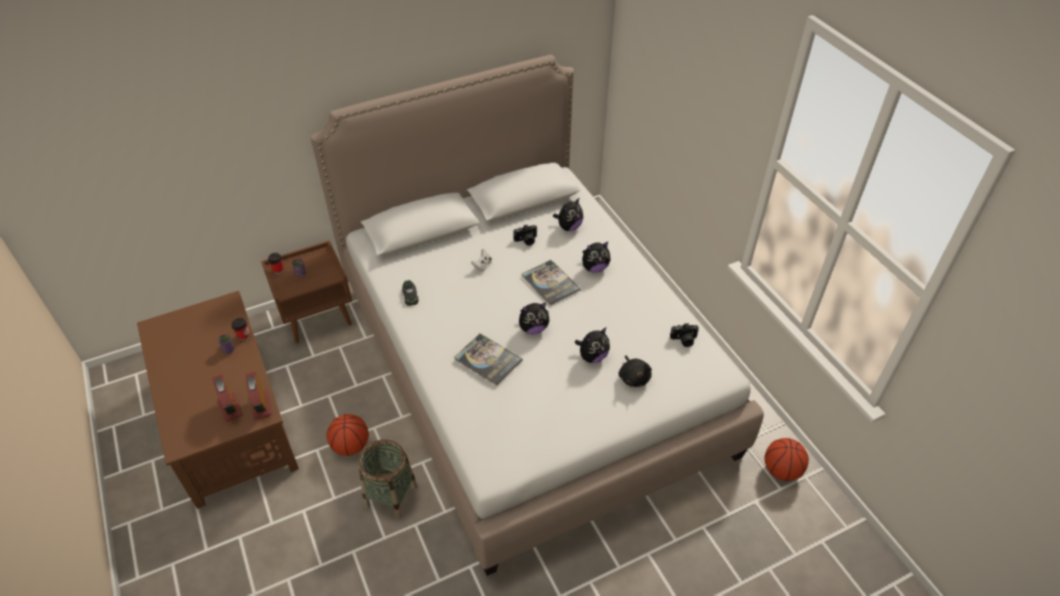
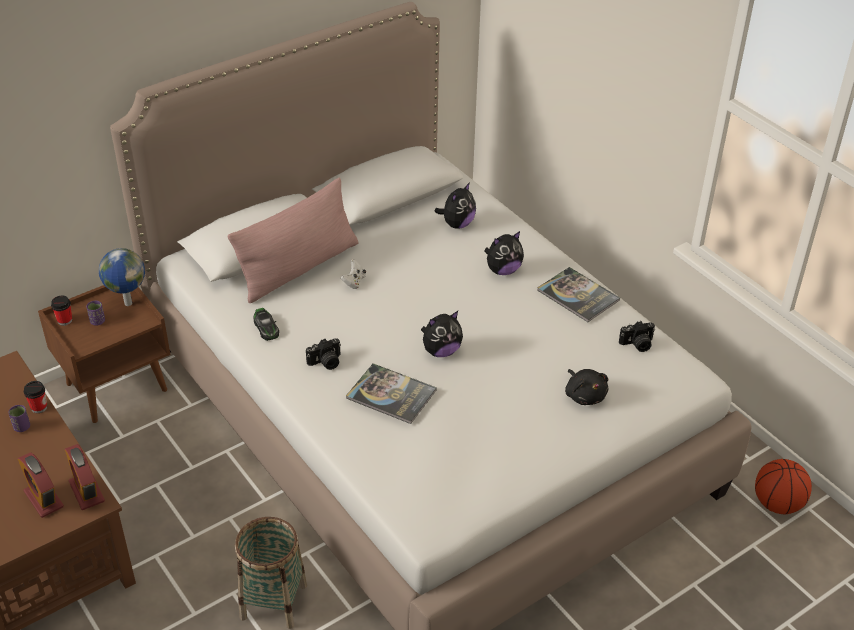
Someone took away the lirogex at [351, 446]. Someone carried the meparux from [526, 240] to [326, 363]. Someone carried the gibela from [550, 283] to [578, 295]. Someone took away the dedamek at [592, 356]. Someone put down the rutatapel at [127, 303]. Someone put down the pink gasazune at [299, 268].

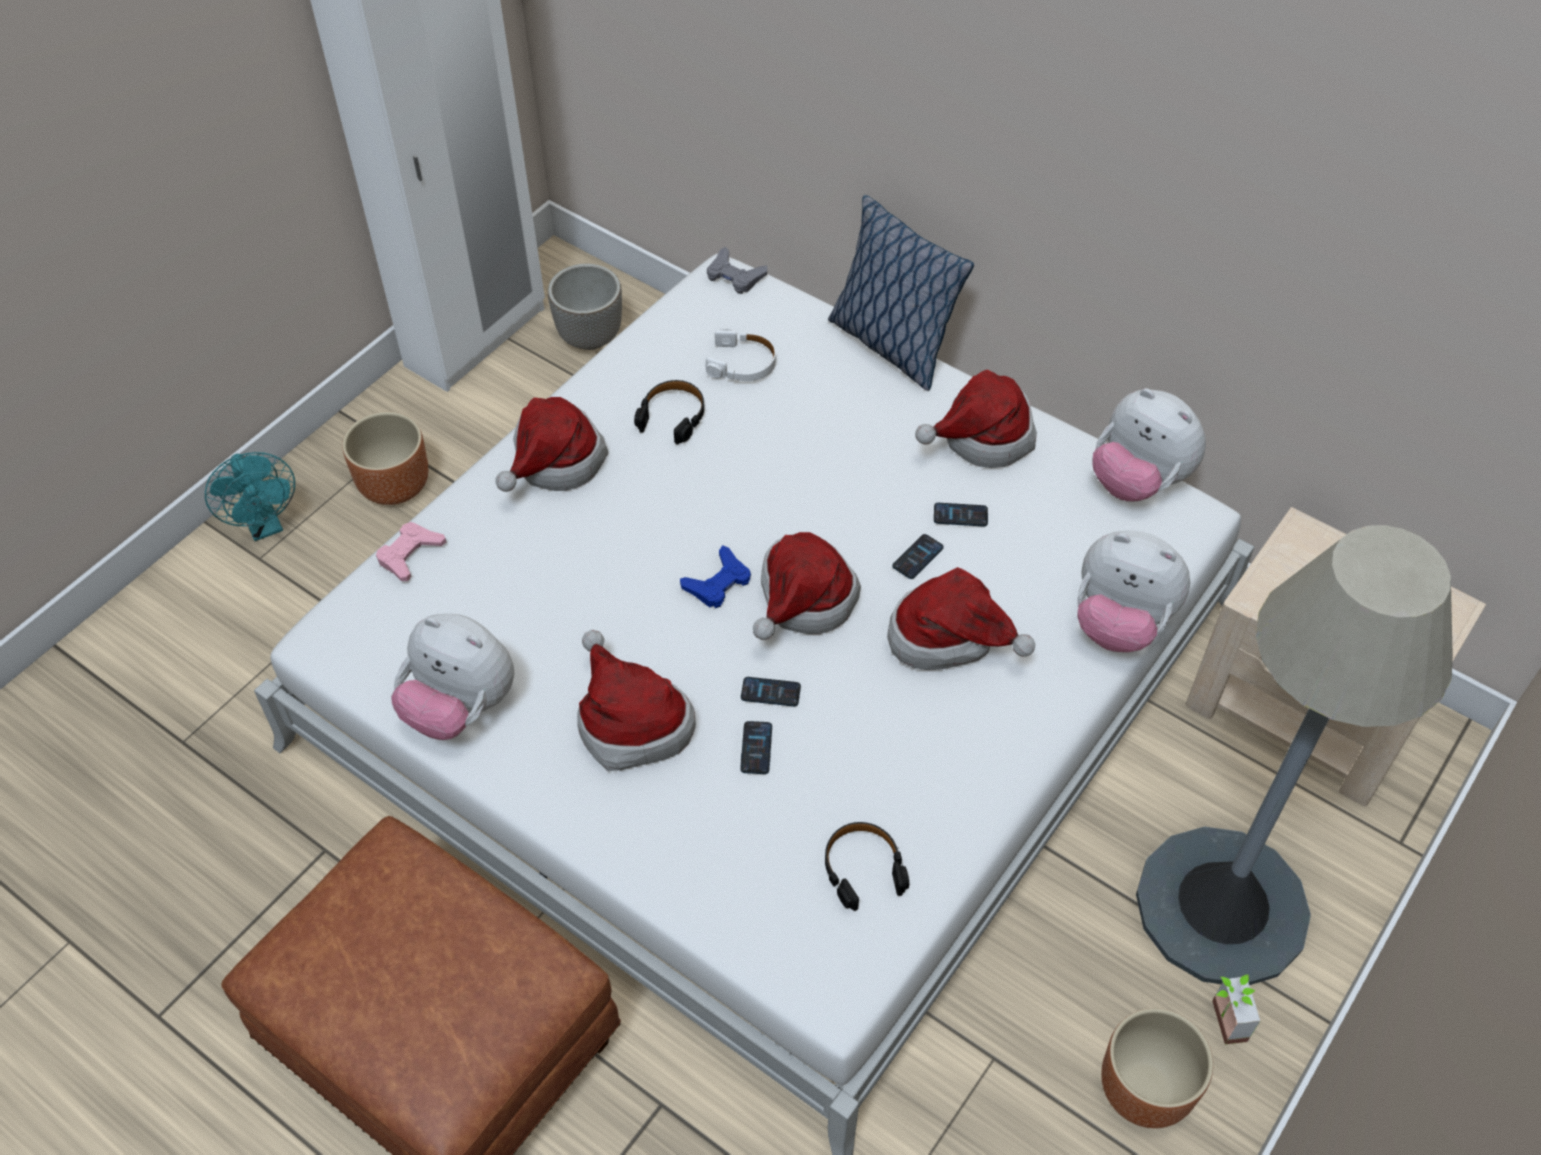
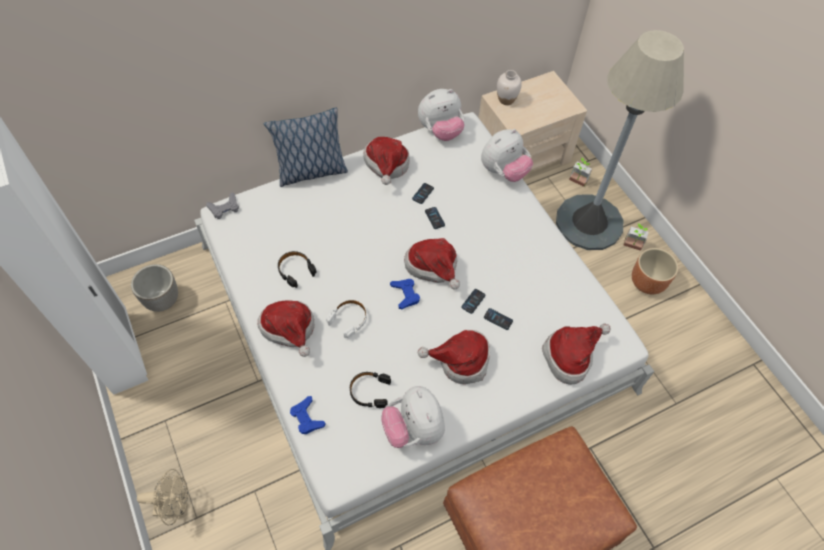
Someone repainted the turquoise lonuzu at [265, 525], which became the beige lonuzu at [175, 506]. Someone took away the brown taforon at [395, 485]. Someone repainted the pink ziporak at [410, 554], which became the blue ziporak at [307, 417]. Someone rotated the dedamek at [460, 707] by 105 degrees clockwise. Someone carried the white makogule from [742, 363] to [349, 319]. Someone carried the black makogule from [863, 868] to [369, 391]. Someone carried the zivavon from [949, 638] to [570, 356]. Someone put down the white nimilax at [506, 100]. Someone put down the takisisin at [576, 182].

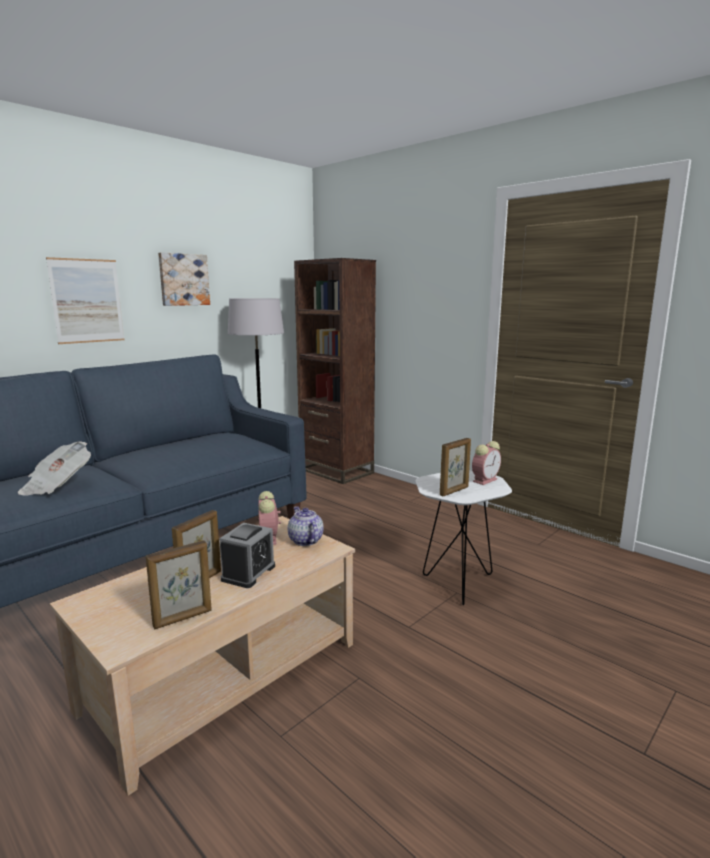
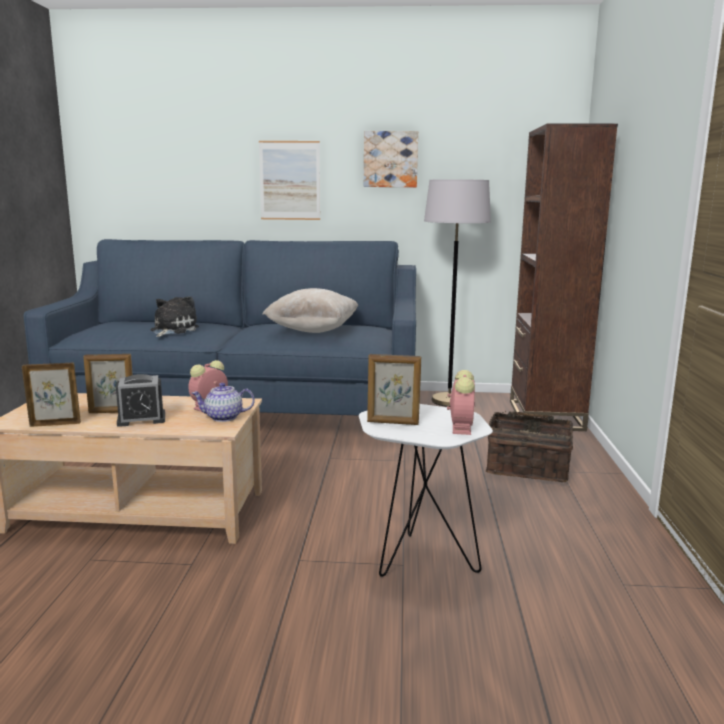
Someone swapped the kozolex at [57, 486] for the dedamek at [172, 330]. Someone rotated the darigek at [183, 618] by 150 degrees clockwise. Someone rotated the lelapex at [305, 540] by 120 degrees counterclockwise. Someone rotated the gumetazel at [485, 480] by 90 degrees counterclockwise. Someone put down the beige gasazune at [313, 330]. Someone put down the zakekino at [527, 468].

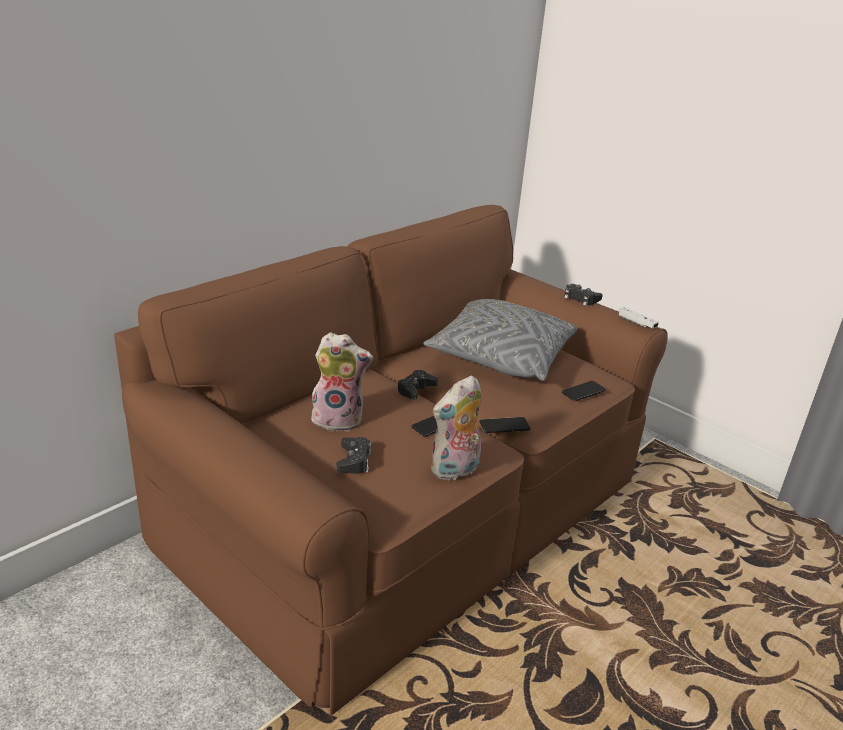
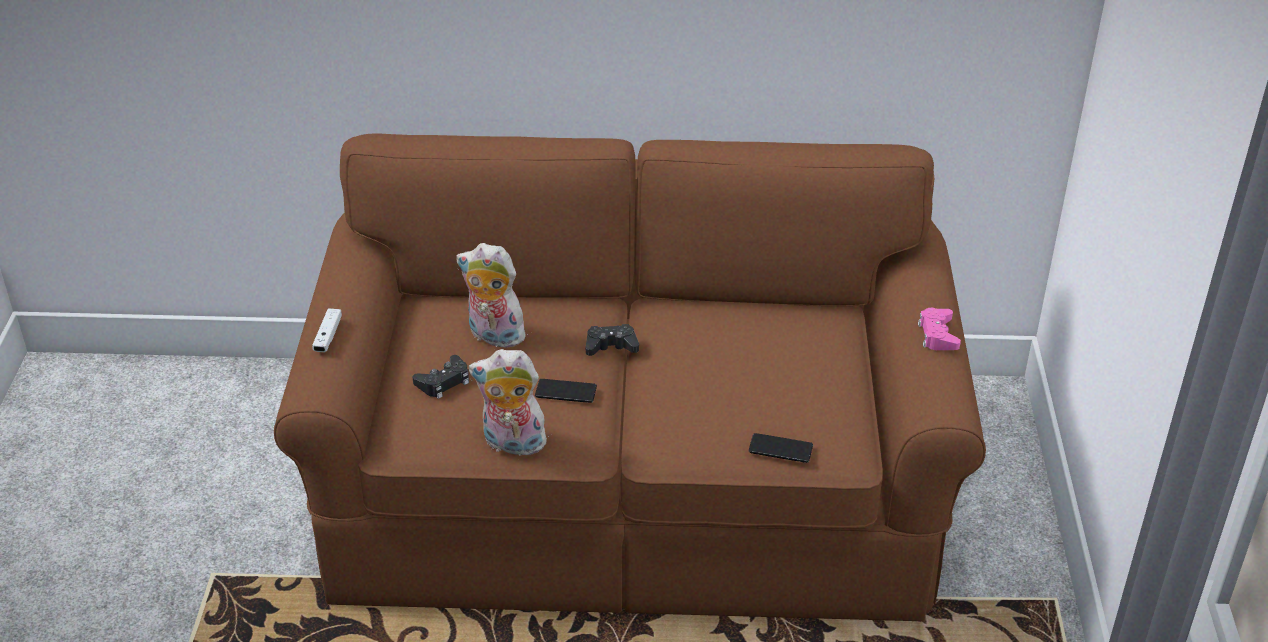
Someone rotated the dedamek at [339, 419] by 150 degrees clockwise. Someone took away the grey gasazune at [500, 357]. Someone took away the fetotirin at [504, 426]. Someone repainted the black ziporak at [580, 298], which became the pink ziporak at [937, 335]. Someone carried the white ziporak from [637, 323] to [328, 336].

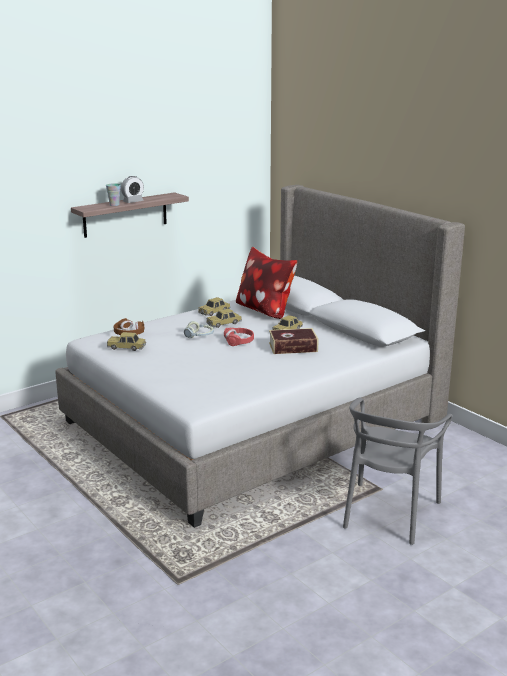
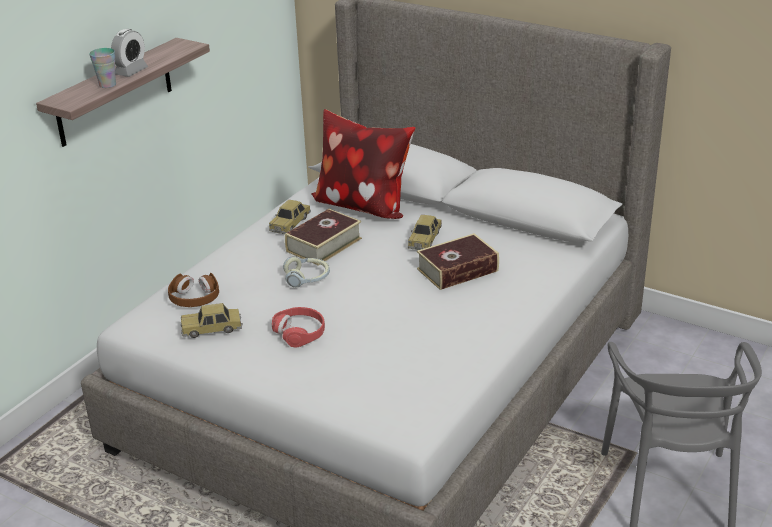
Someone swapped the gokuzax at [224, 323] for the gibela at [324, 245]. Someone carried the red makogule from [239, 341] to [300, 332].

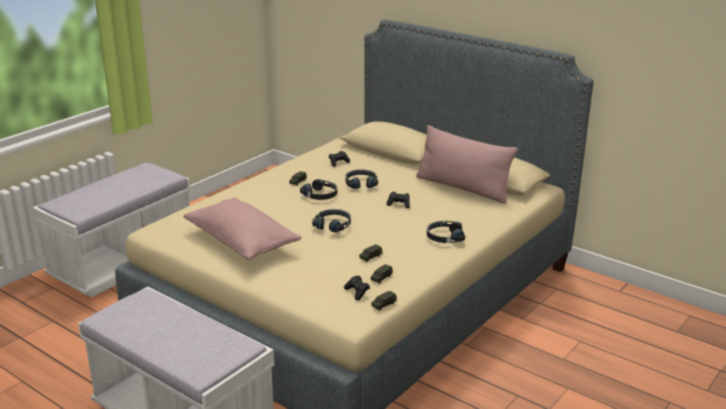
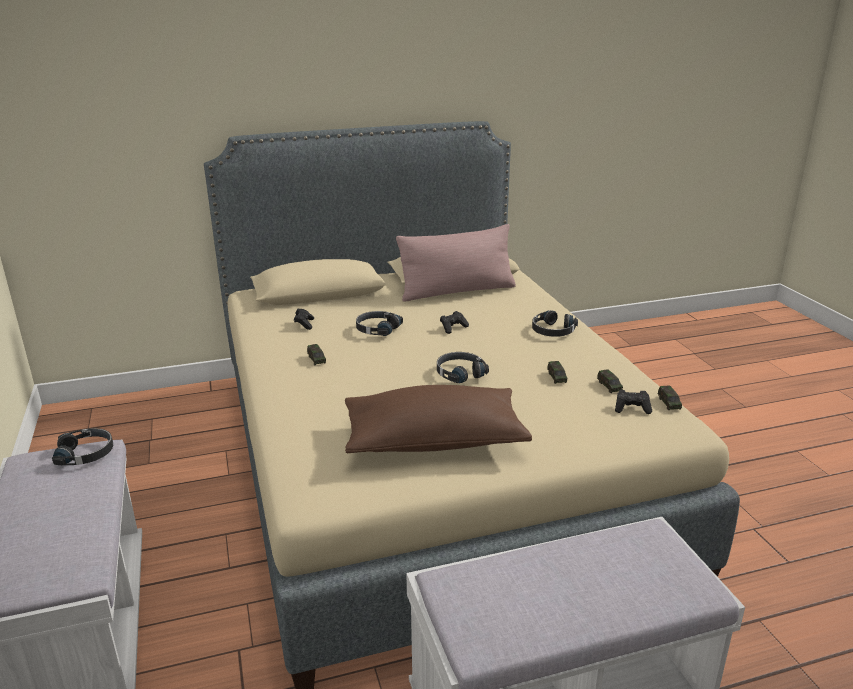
Someone repainted the pink gasazune at [242, 242], which became the brown gasazune at [434, 441]. Someone carried the black makogule from [320, 195] to [86, 453].

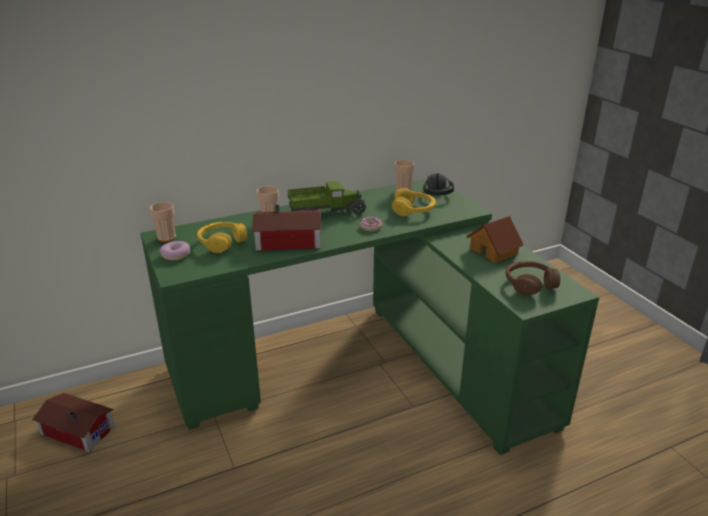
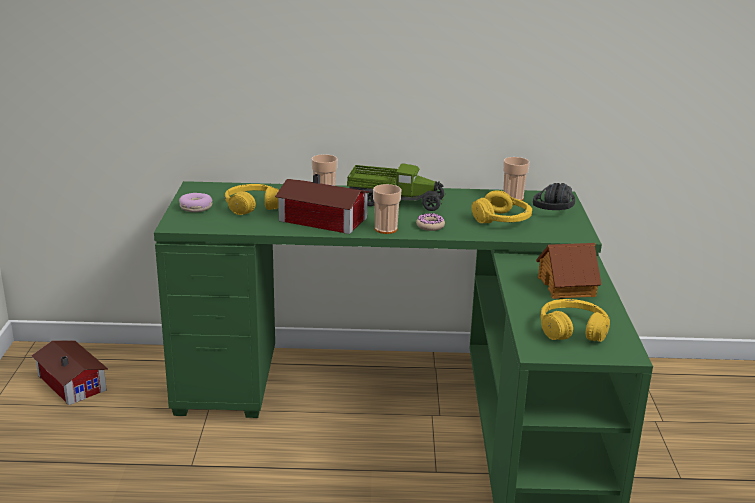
Someone carried the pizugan from [166, 237] to [386, 229]. Someone repainted the brown makogule at [529, 284], which became the yellow makogule at [572, 330].

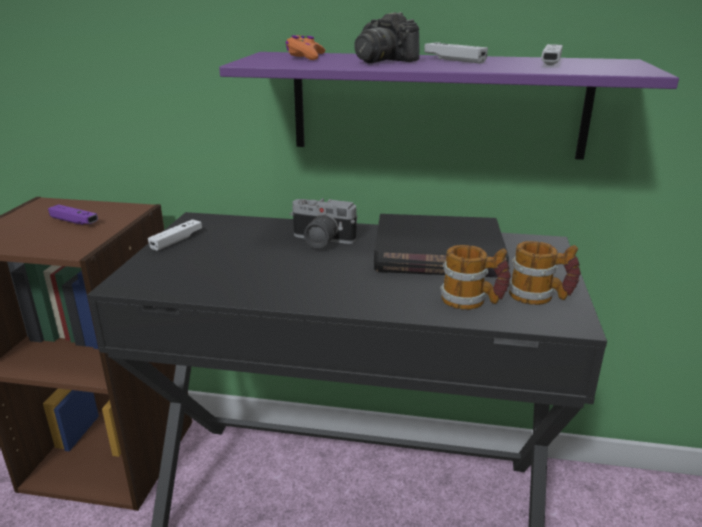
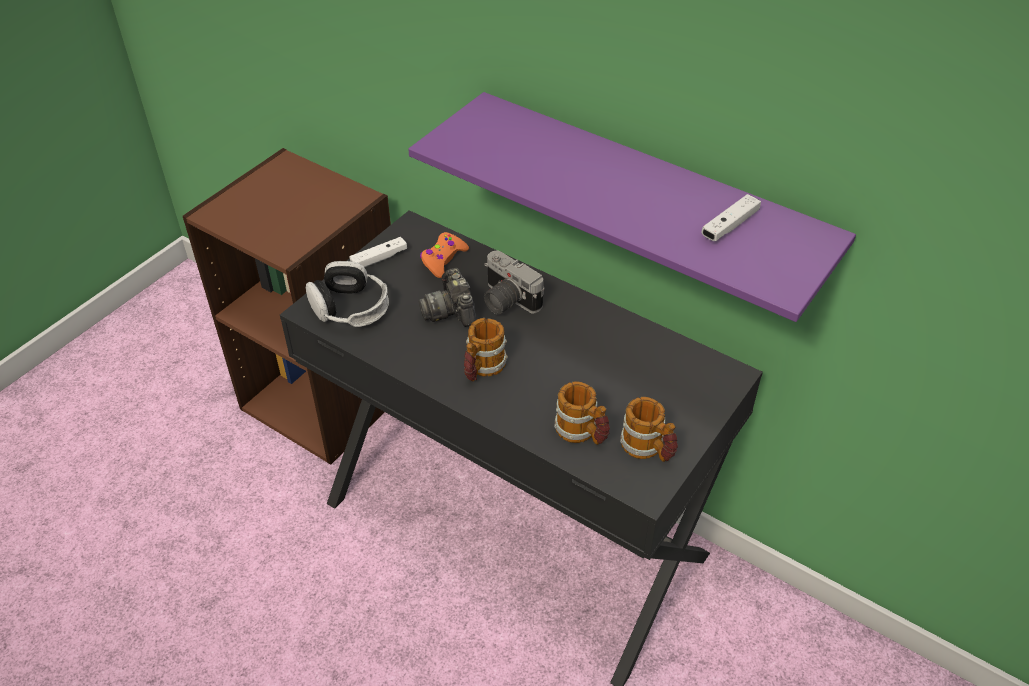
Someone took away the purple ziporak at [74, 221]. Someone carried the orange ziporak from [305, 56] to [443, 259]. Someone carried the meparux from [383, 60] to [450, 311]. Someone took away the black gibela at [437, 253]. Someone took away the white ziporak at [454, 60]. Someone put down the makogule at [350, 308]. Someone put down the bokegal at [482, 368].

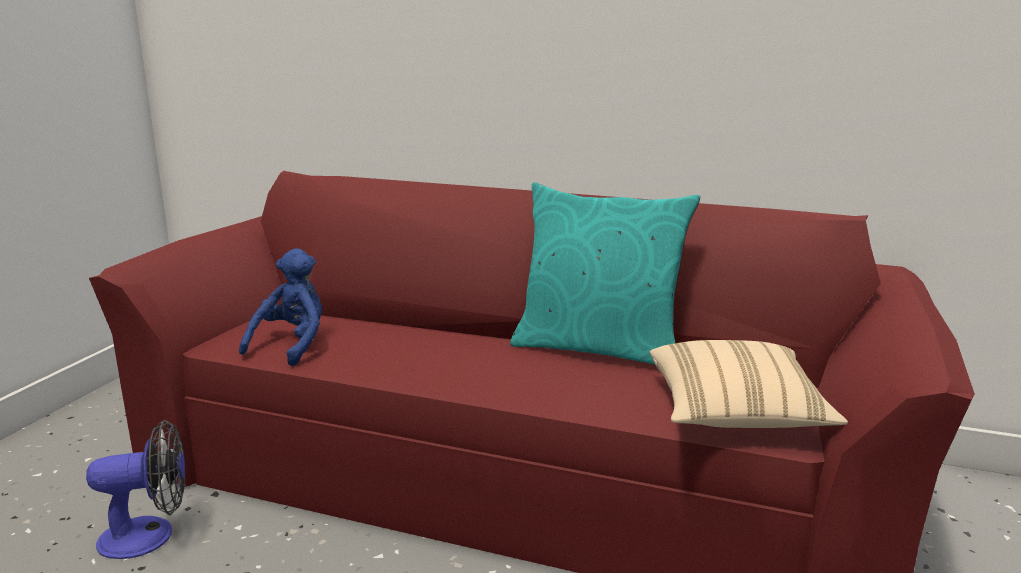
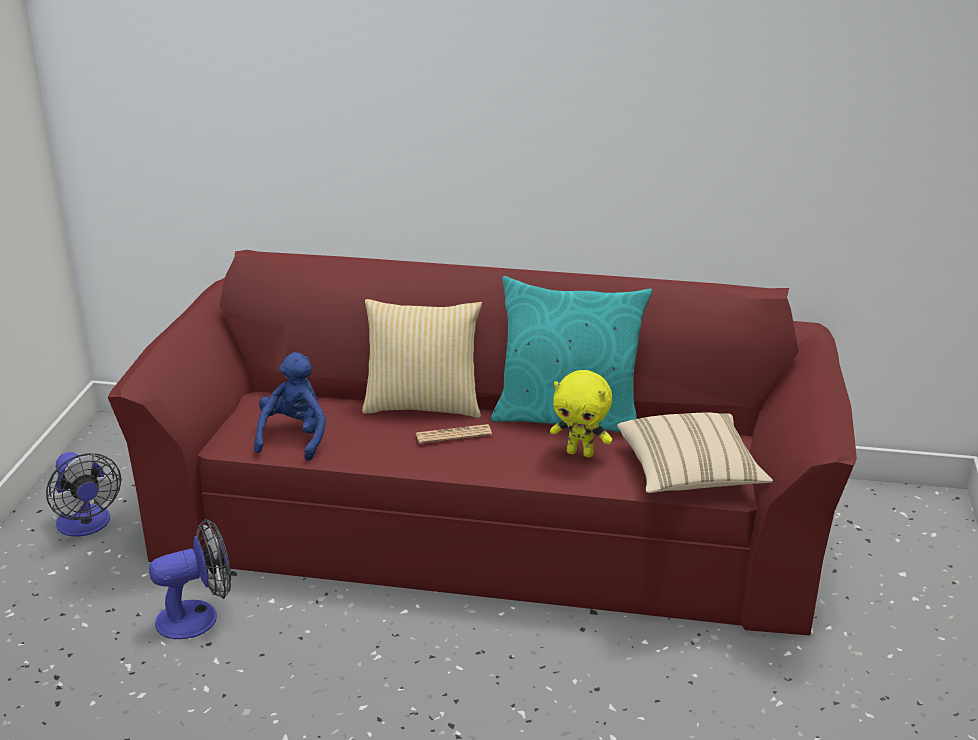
Someone put down the lonuzu at [86, 526]. Someone put down the gasazune at [423, 405]. Someone put down the kozolex at [453, 435]. Someone put down the yellow dedamek at [580, 453].

